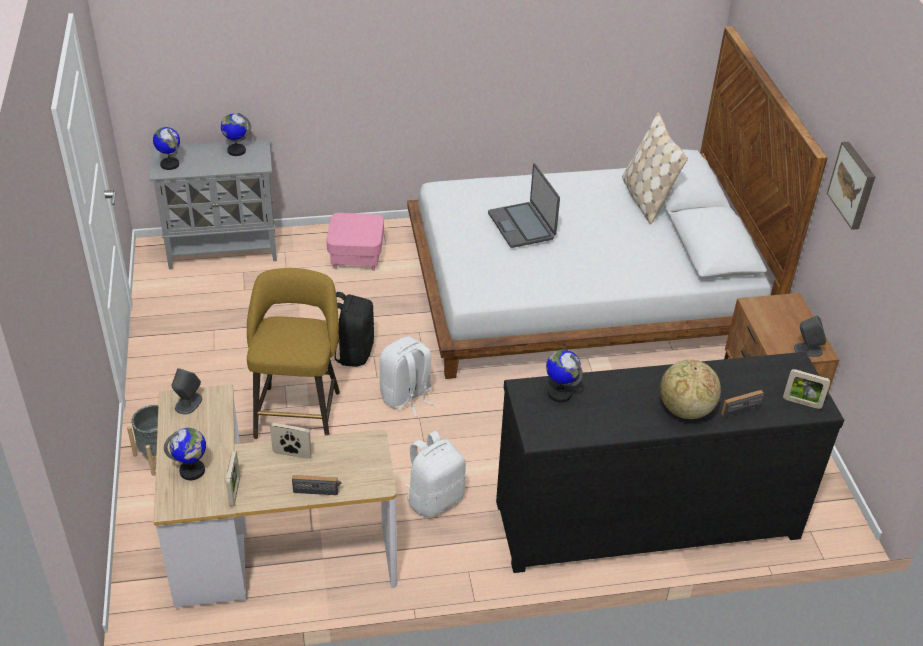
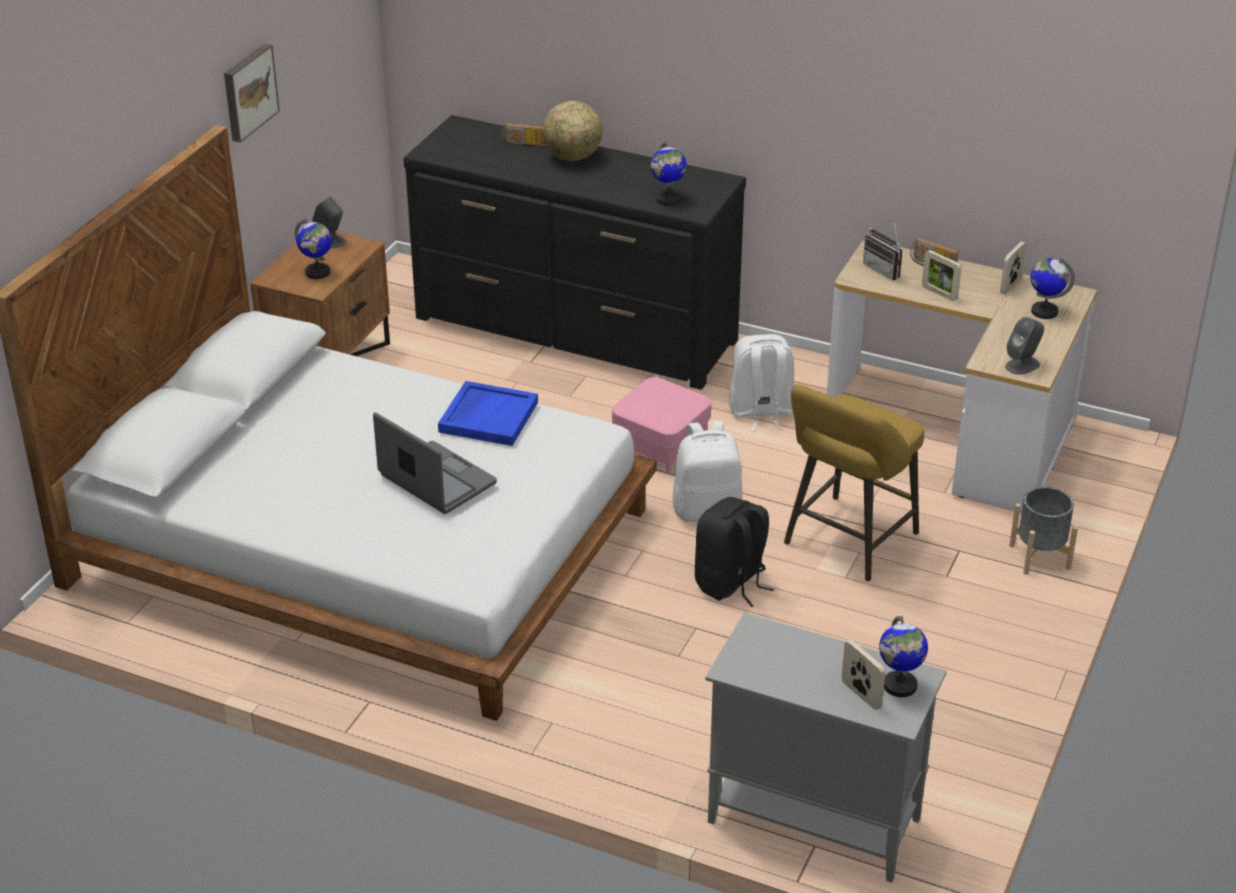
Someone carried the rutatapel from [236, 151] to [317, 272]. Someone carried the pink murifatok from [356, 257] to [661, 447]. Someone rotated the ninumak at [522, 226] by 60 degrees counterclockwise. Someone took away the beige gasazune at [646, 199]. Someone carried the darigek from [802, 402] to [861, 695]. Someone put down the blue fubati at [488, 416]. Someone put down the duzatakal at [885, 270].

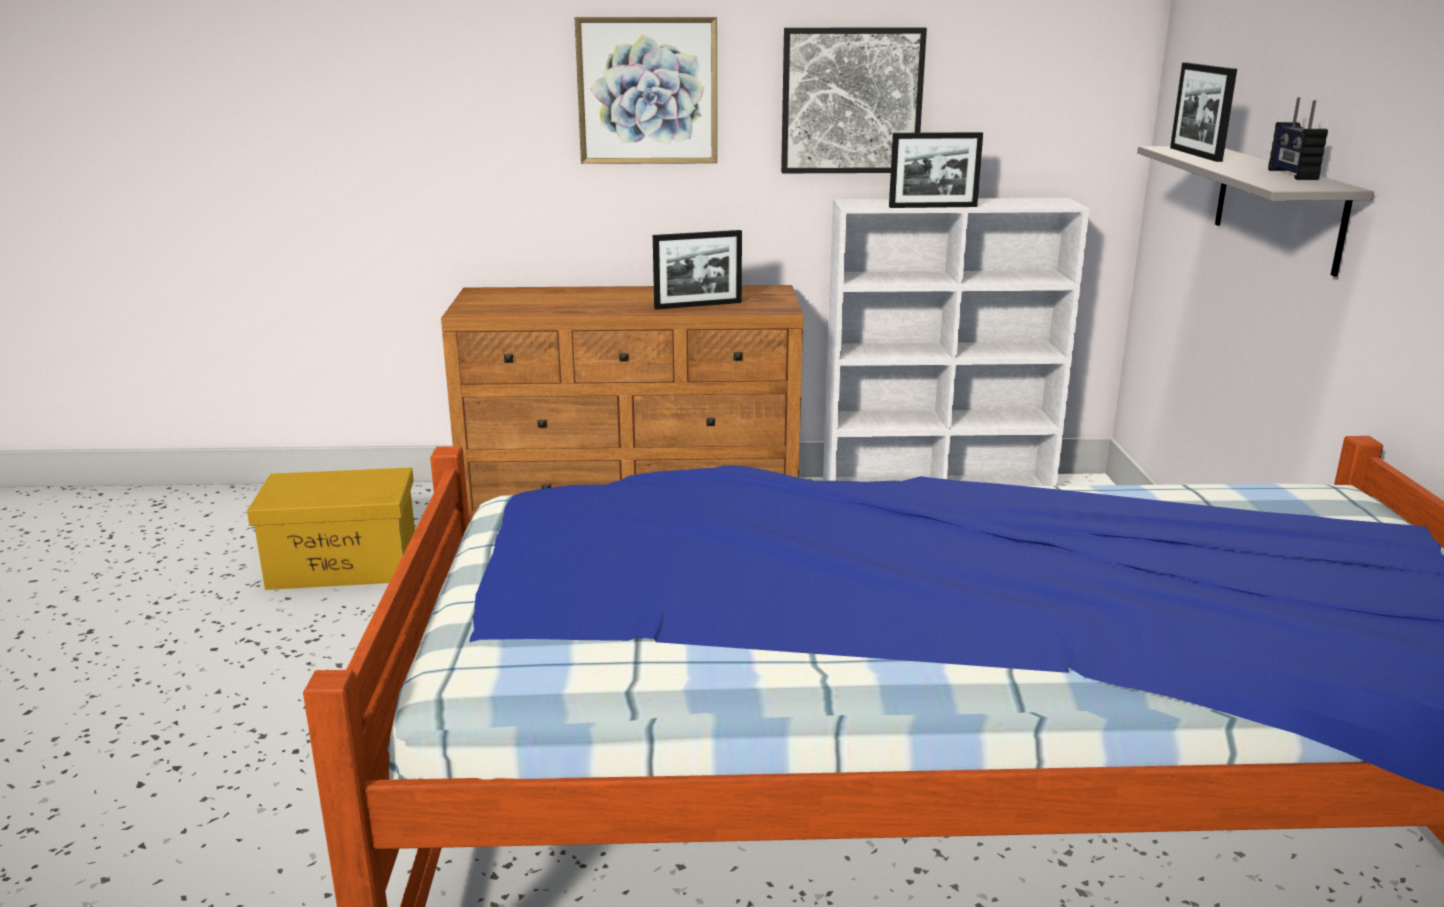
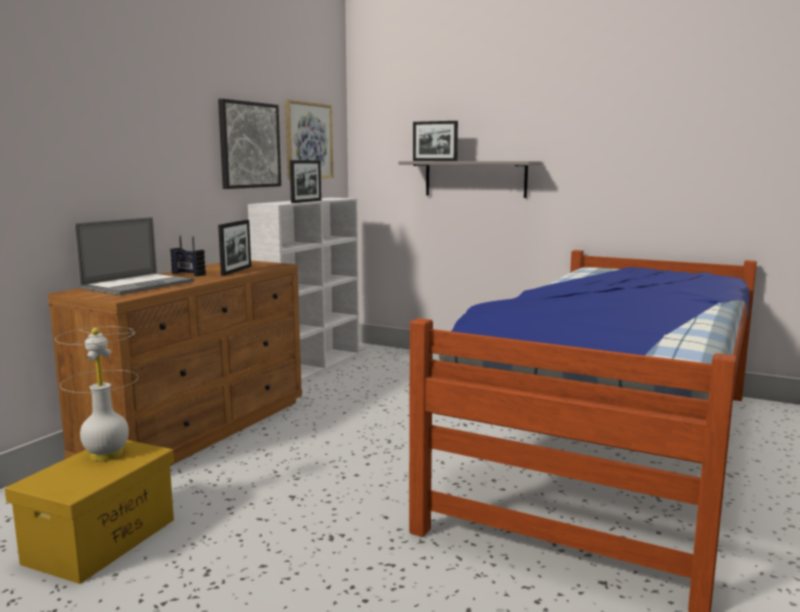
Someone carried the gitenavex from [647, 91] to [308, 140]. Someone carried the duzatakal from [1291, 175] to [188, 274]. Someone put down the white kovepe at [106, 454]. Someone put down the ninumak at [138, 285].

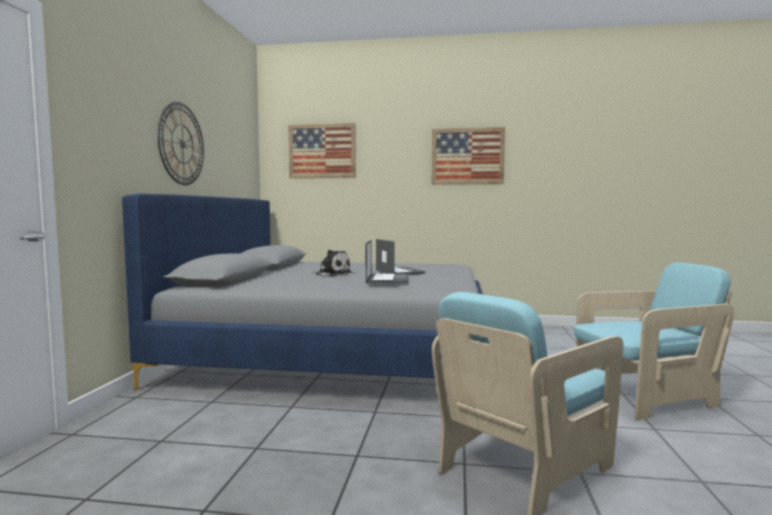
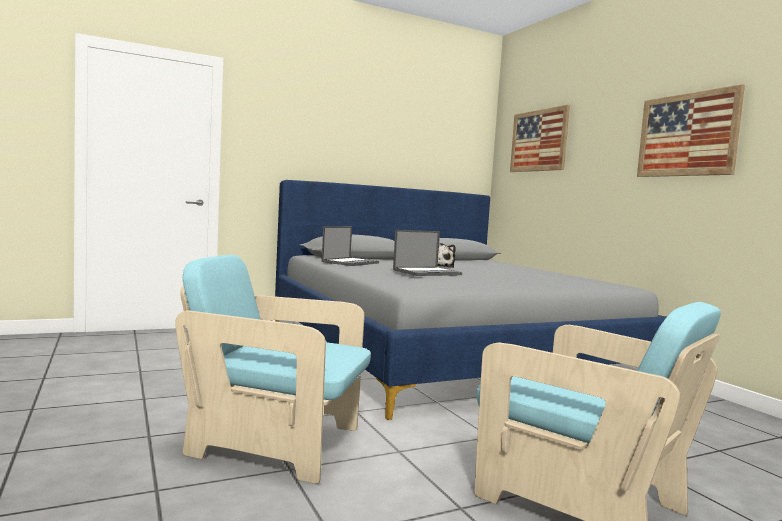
Someone took away the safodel at [182, 144]. Someone carried the ninumak from [399, 272] to [350, 262].

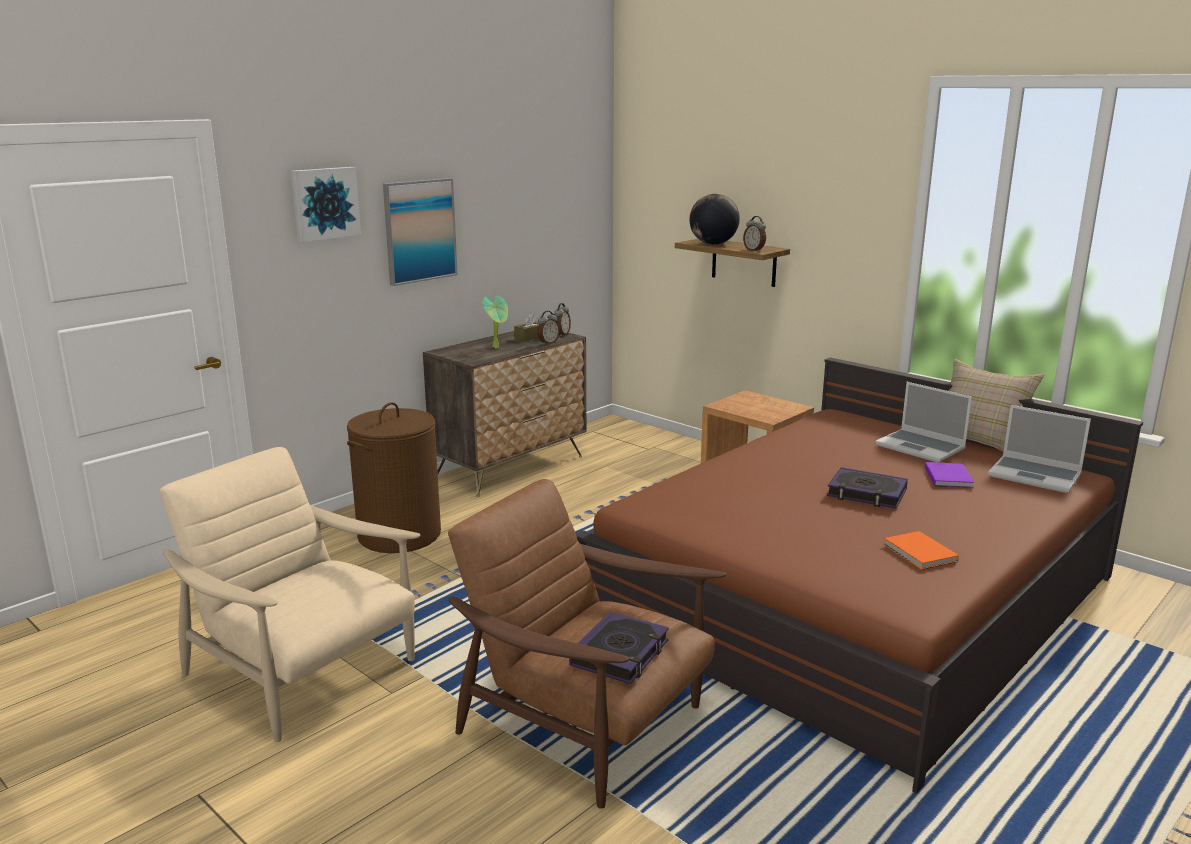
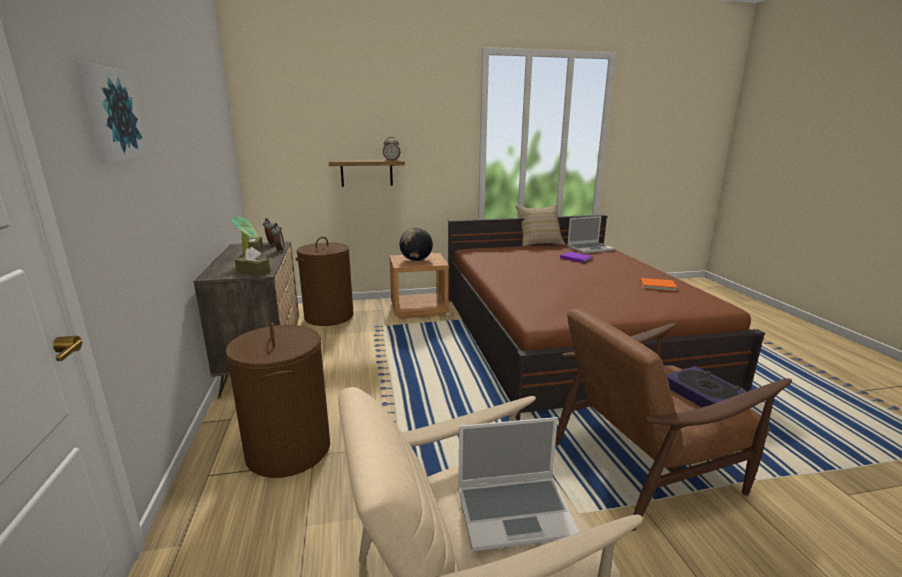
Someone took away the gitenavex at [419, 231]. Someone carried the rutatapel from [713, 244] to [416, 260]. Someone took away the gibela at [866, 493]. Someone carried the ninumak from [921, 447] to [516, 512]. Someone put down the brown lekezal at [253, 272]. Someone put down the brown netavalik at [329, 316].

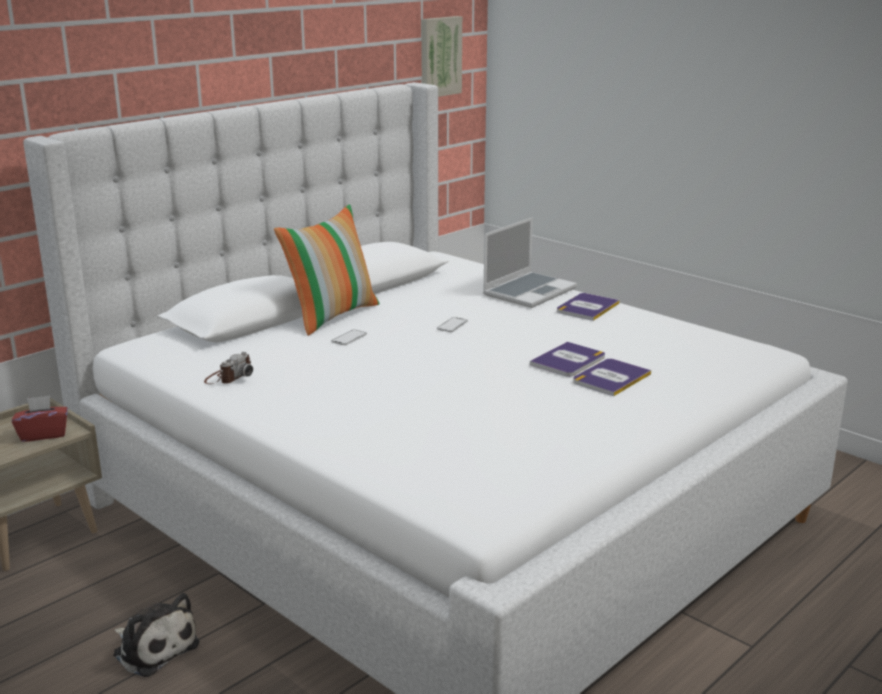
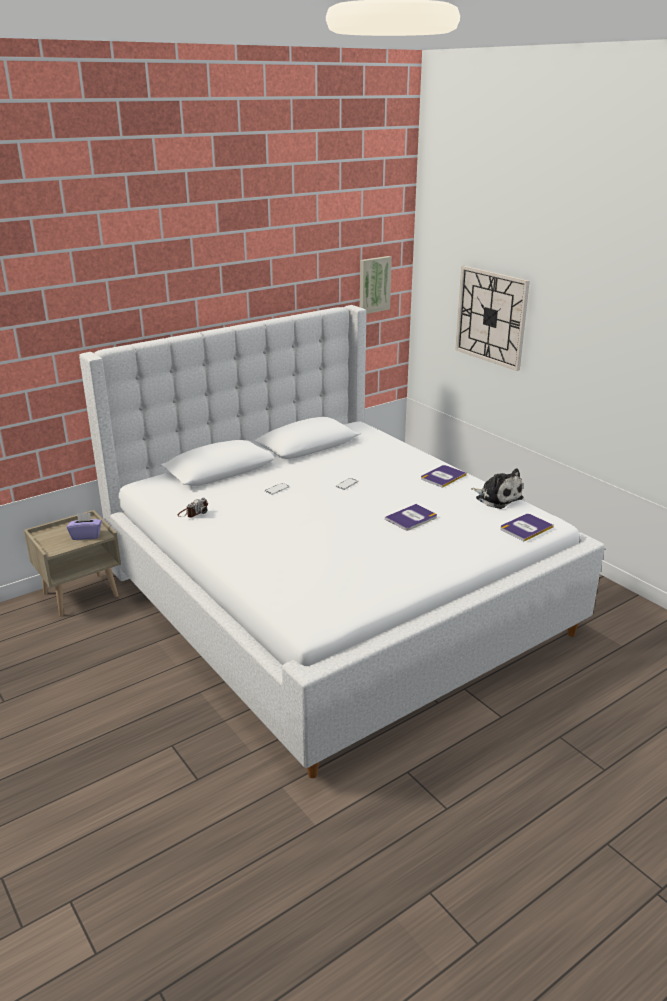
Someone repainted the red lekezal at [43, 434], which became the purple lekezal at [86, 535]. Someone carried the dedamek from [154, 648] to [497, 498]. Someone took away the gasazune at [332, 315]. Someone took away the ninumak at [529, 291]. Someone carried the gibela from [611, 378] to [526, 528]. Someone put up the safodel at [491, 317].

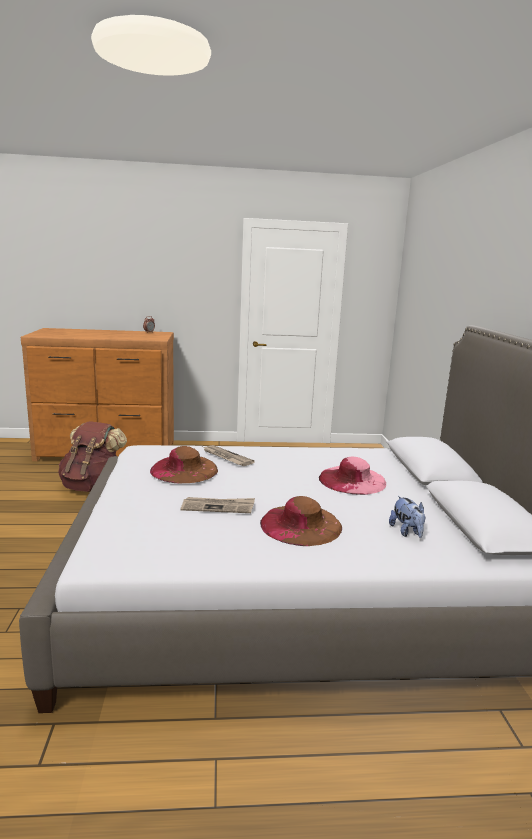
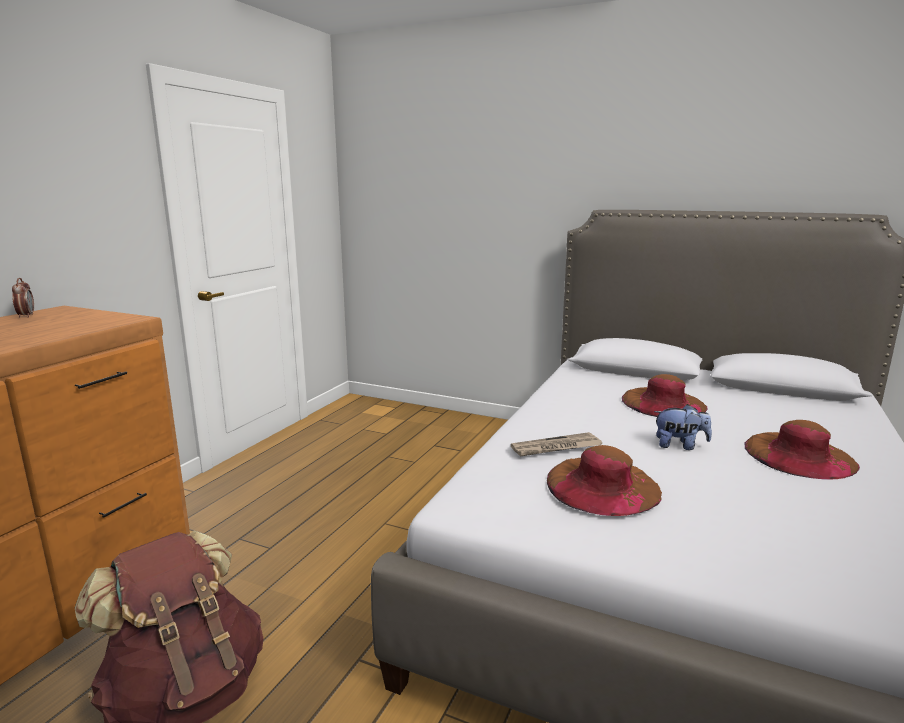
Someone took away the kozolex at [218, 507]. Someone repainted the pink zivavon at [352, 480], which became the brown zivavon at [663, 403]. Someone carried the dedamek from [407, 532] to [680, 445].

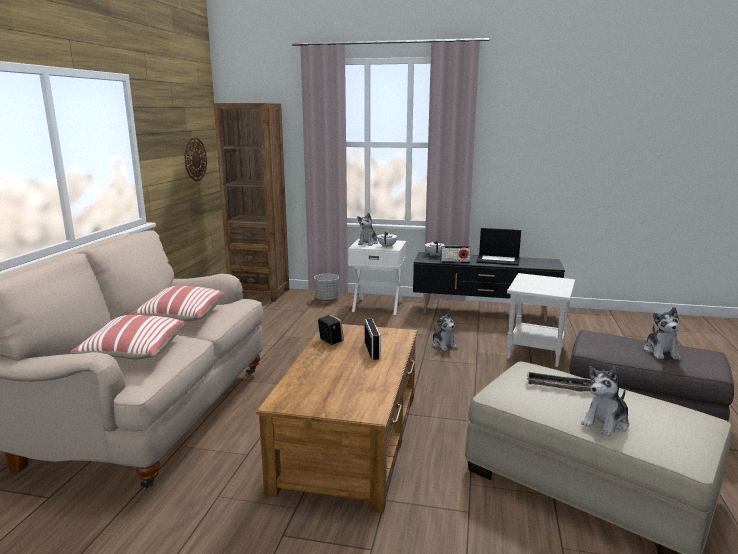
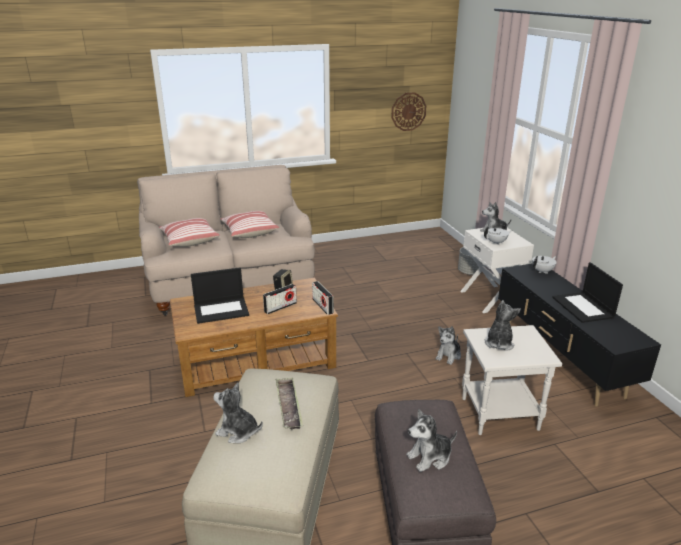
Someone took away the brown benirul at [260, 293]. Someone carried the duzatakal from [455, 262] to [322, 306]. Someone put down the ninumak at [222, 310]. Someone put down the dedamek at [499, 343].

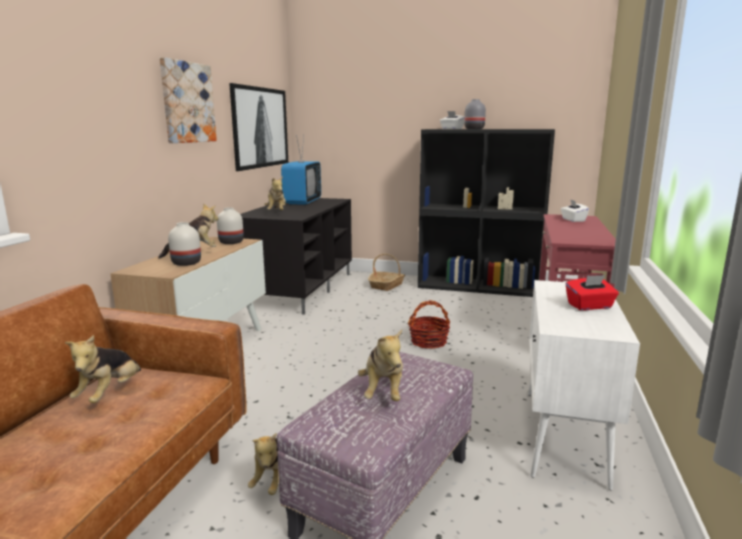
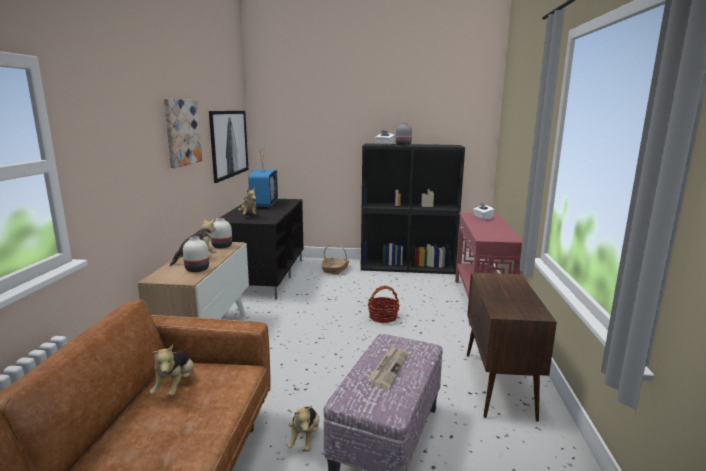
Someone swapped the dedamek at [383, 392] for the kozolex at [388, 368]. Someone repainted the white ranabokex at [564, 436], which became the brown ranabokex at [499, 385]. Someone took away the red lekezal at [590, 306].

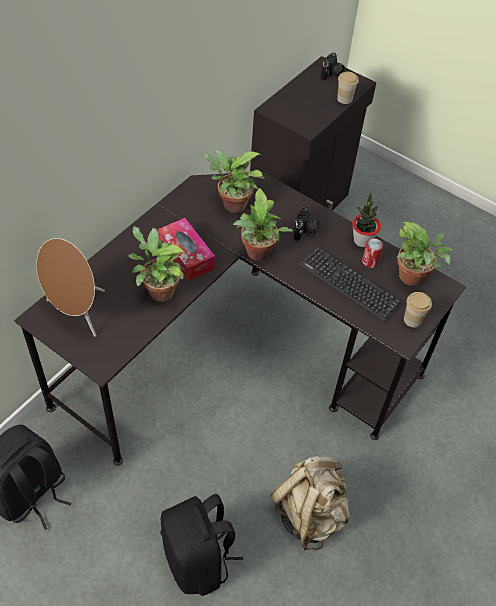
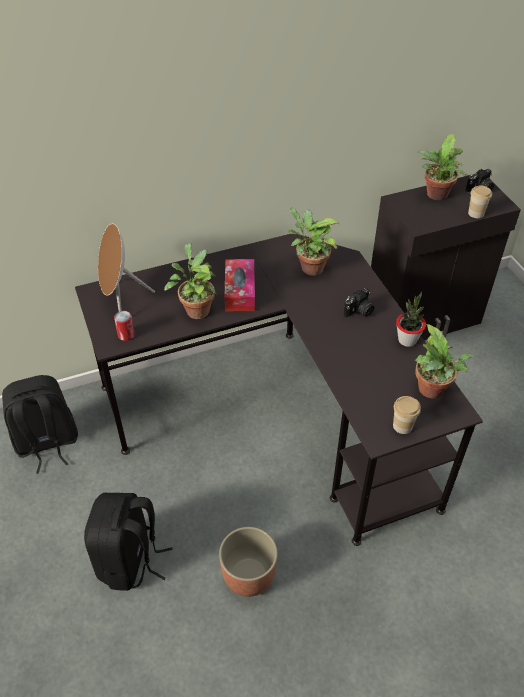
Someone carried the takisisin from [258, 254] to [435, 195]. Someone swapped the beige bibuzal at [309, 513] for the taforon at [248, 575]. Someone took away the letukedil at [349, 284]. Someone carried the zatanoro from [370, 261] to [126, 335].

